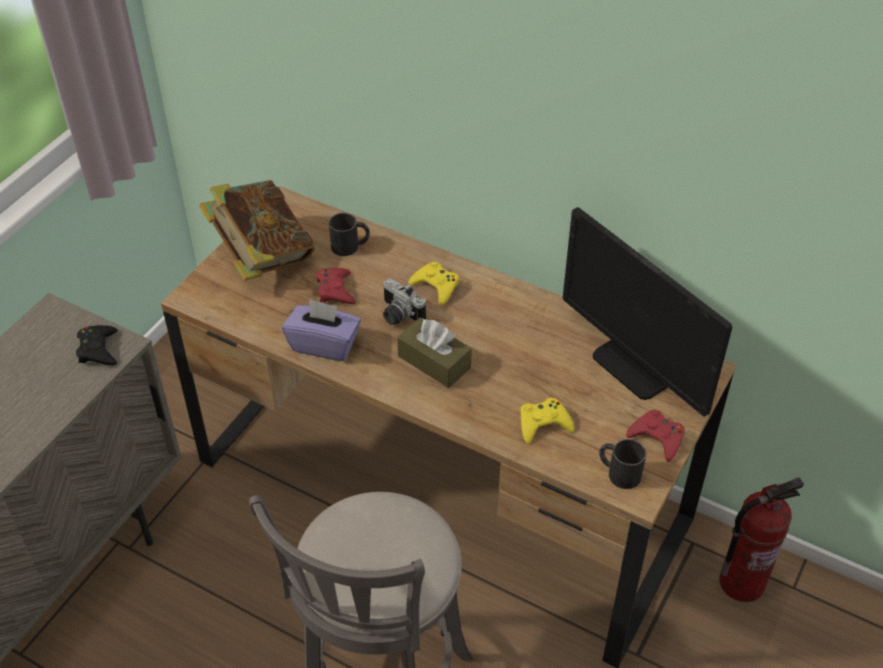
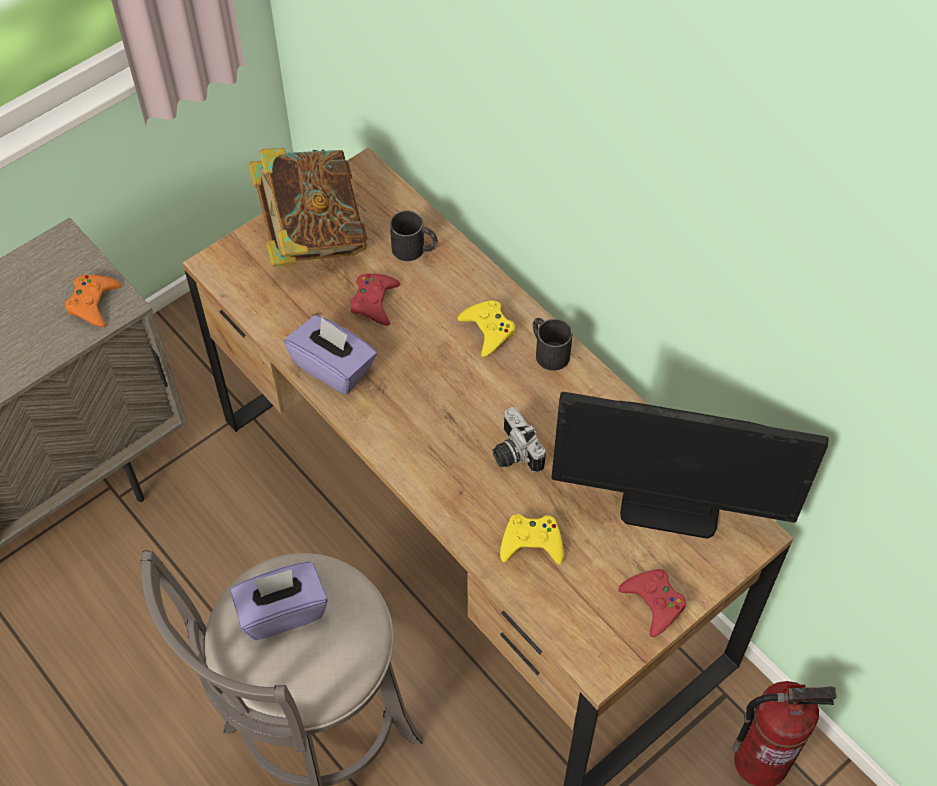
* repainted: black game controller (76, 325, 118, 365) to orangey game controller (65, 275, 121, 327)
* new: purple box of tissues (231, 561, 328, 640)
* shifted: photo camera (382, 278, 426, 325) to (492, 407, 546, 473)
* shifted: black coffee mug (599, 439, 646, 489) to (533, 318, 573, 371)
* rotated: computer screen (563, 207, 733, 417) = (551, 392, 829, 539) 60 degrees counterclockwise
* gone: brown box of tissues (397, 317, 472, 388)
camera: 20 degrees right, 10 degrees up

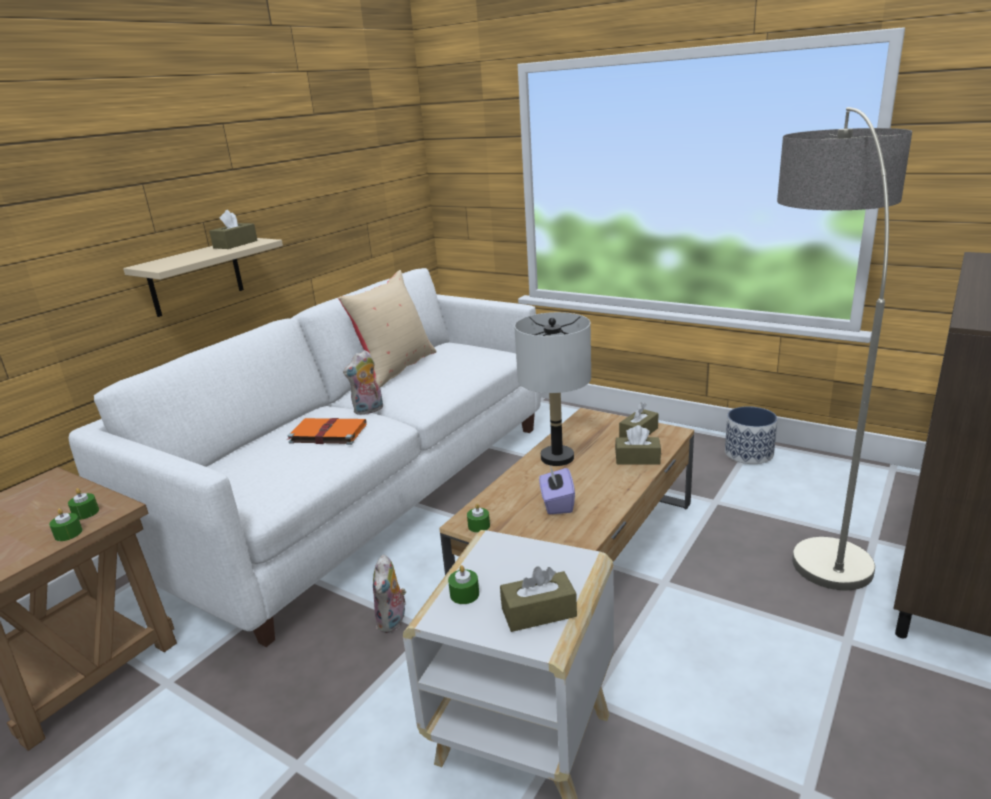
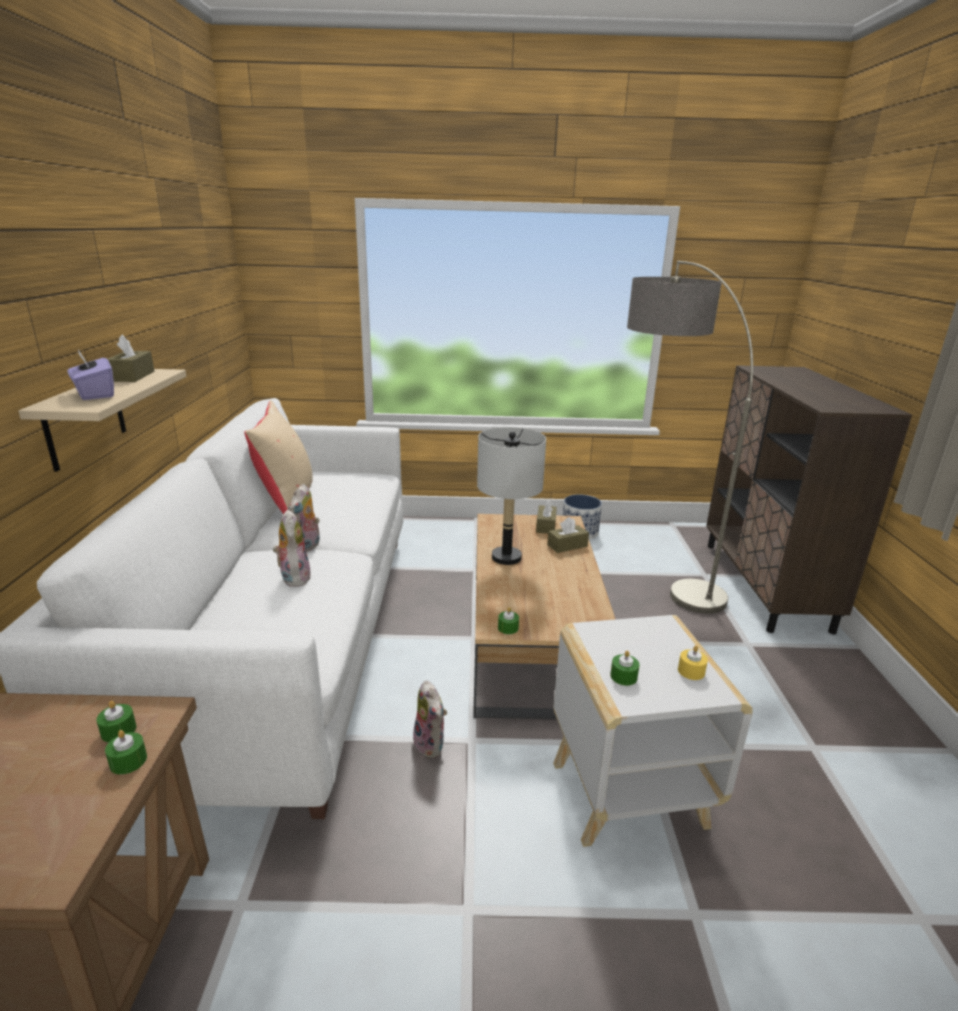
* shifted: purple box of tissues (539, 466, 575, 514) to (67, 349, 114, 400)
* swapped: orangey volume (286, 418, 367, 445) to soft toy (273, 509, 311, 587)
* swapped: brown box of tissues (500, 566, 577, 632) to yellow wax light (678, 645, 708, 680)
camera: 35 degrees left, 0 degrees up

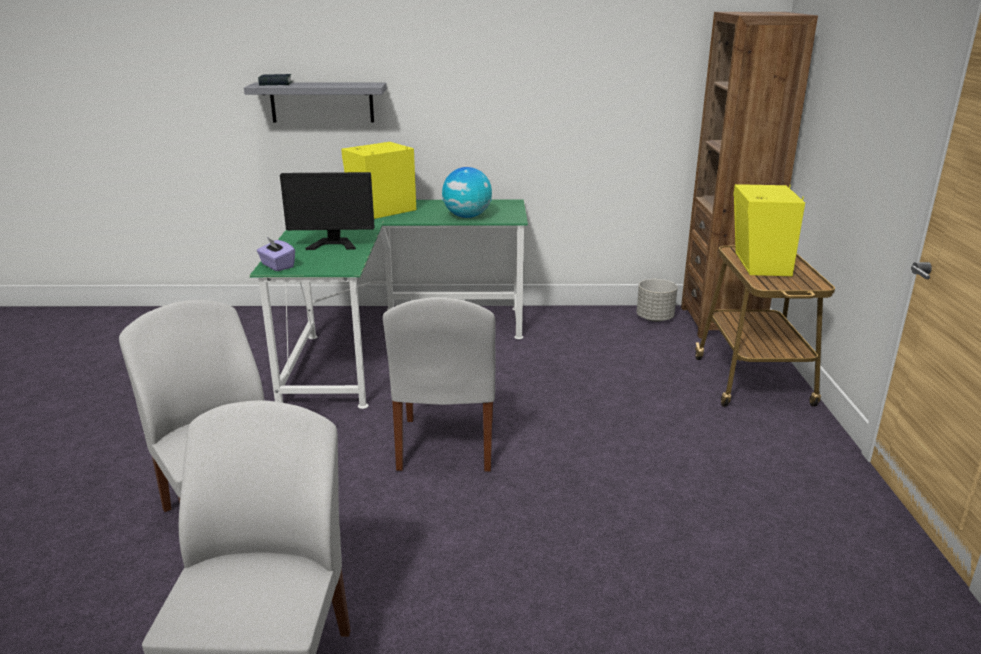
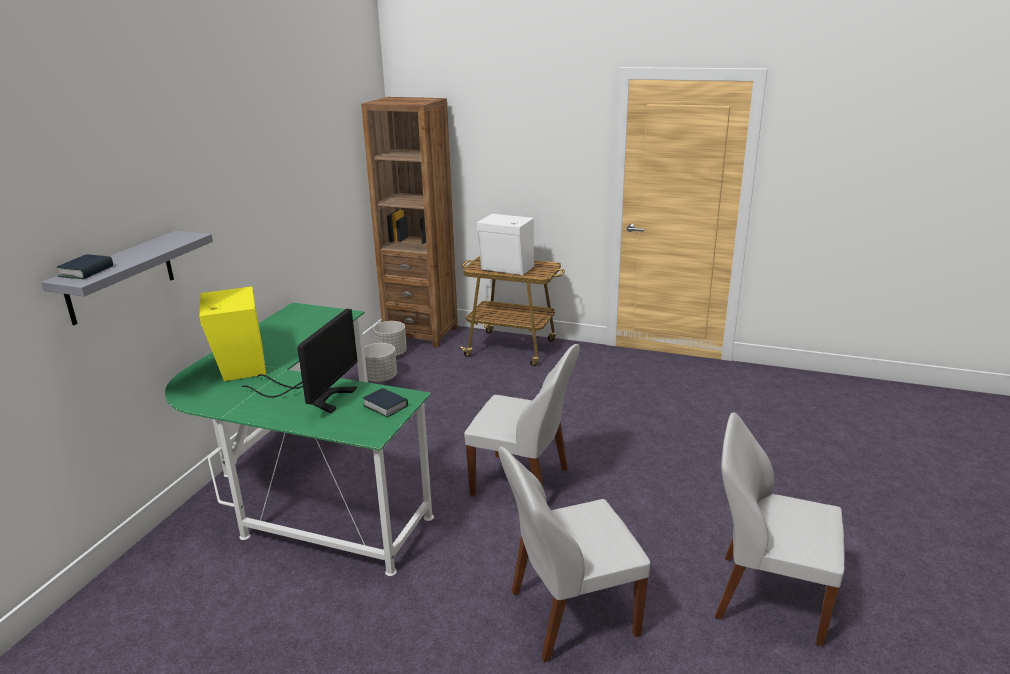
* new: volume (363, 388, 408, 417)
* new: greyish plant pot (364, 343, 397, 382)
* repainted: yellow speaker (733, 184, 805, 276) to whitish speaker (477, 212, 534, 275)
* gone: purple box of tissues (257, 237, 295, 271)
* gone: desk globe (442, 167, 492, 218)
camera: 70 degrees left, 0 degrees up

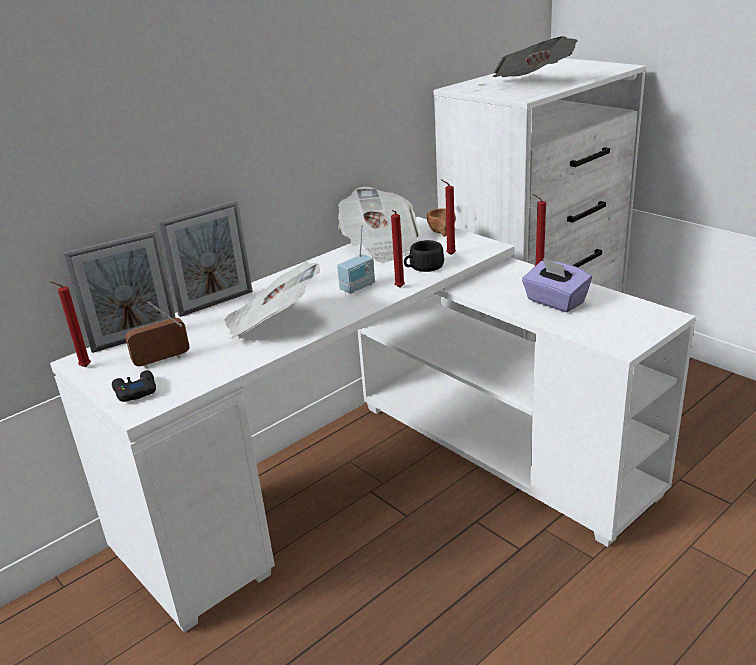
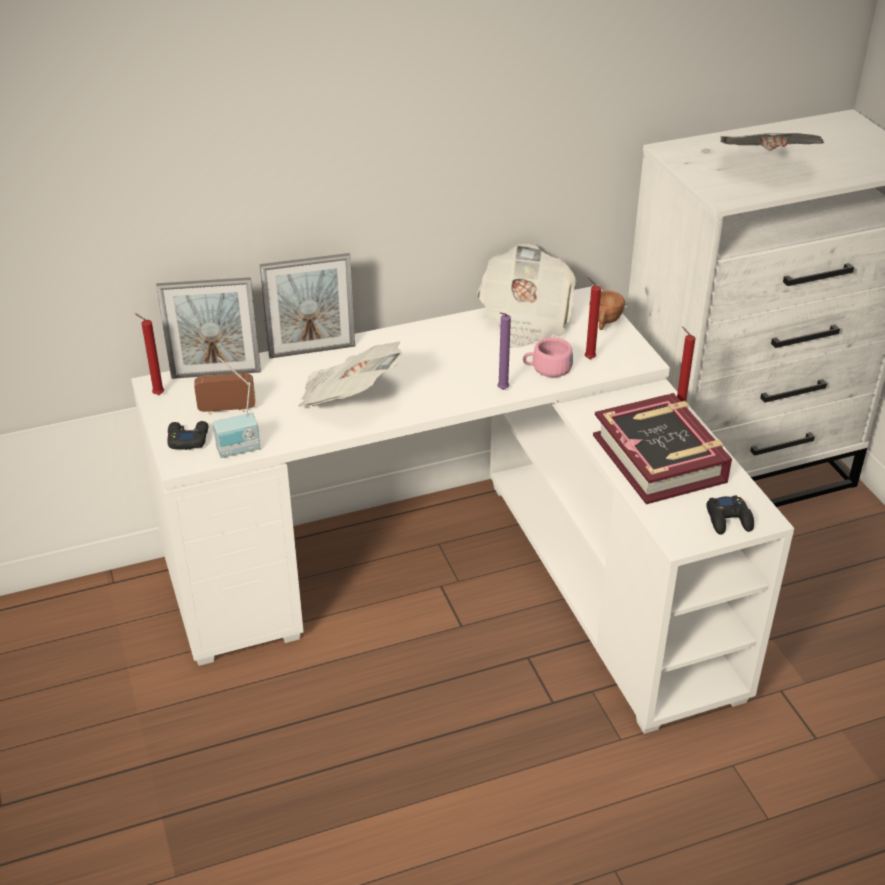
* shifted: radio (337, 225, 375, 294) to (213, 383, 260, 458)
* repainted: red-coloured wax light (391, 210, 405, 288) to purple wax light (497, 312, 511, 390)
* repainted: black cup (404, 240, 444, 272) to pink-coloured cup (523, 337, 573, 377)
* swapped: purple box of tissues (522, 258, 592, 312) to volume (593, 393, 732, 505)
* new: black game controller (707, 495, 754, 535)
camera: 20 degrees right, 10 degrees up

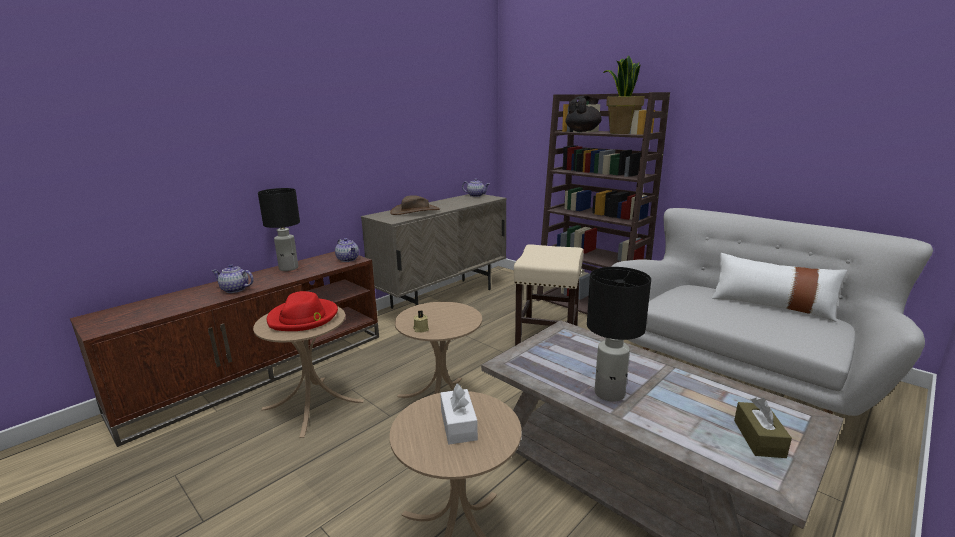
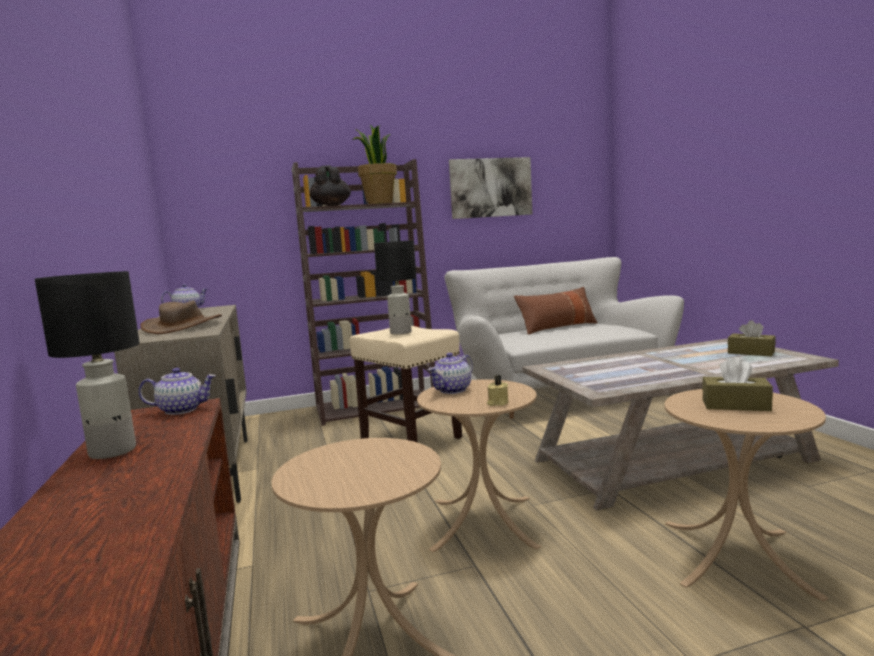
* shifted: black table lamp (587, 267, 651, 402) to (374, 240, 416, 335)
* shifted: tea pot (211, 264, 254, 293) to (428, 353, 473, 394)
* new: picture (449, 157, 532, 219)
* repainted: whitish throw pillow (712, 253, 847, 322) to brown throw pillow (514, 287, 598, 335)
* repainted: whitish box of tissues (440, 384, 478, 444) to brown box of tissues (702, 357, 773, 411)
* gone: red-coloured wearable hat (267, 291, 338, 331)
camera: 60 degrees left, 10 degrees down

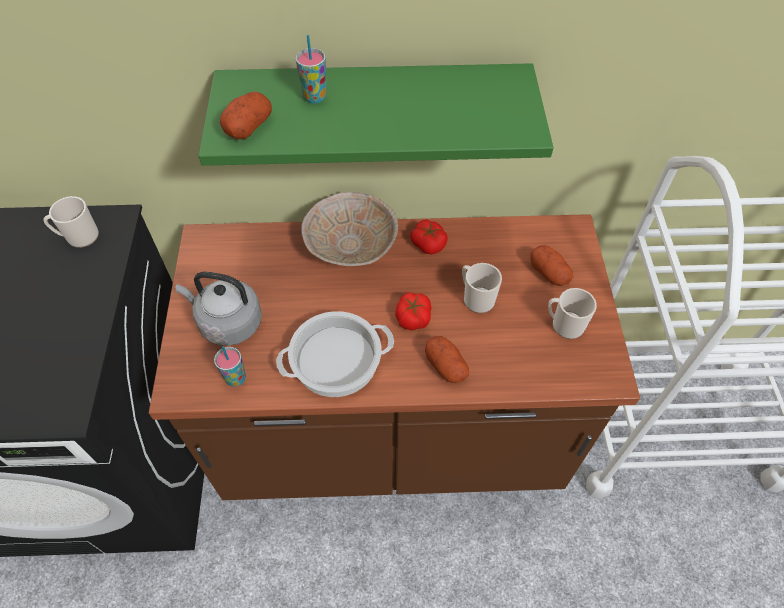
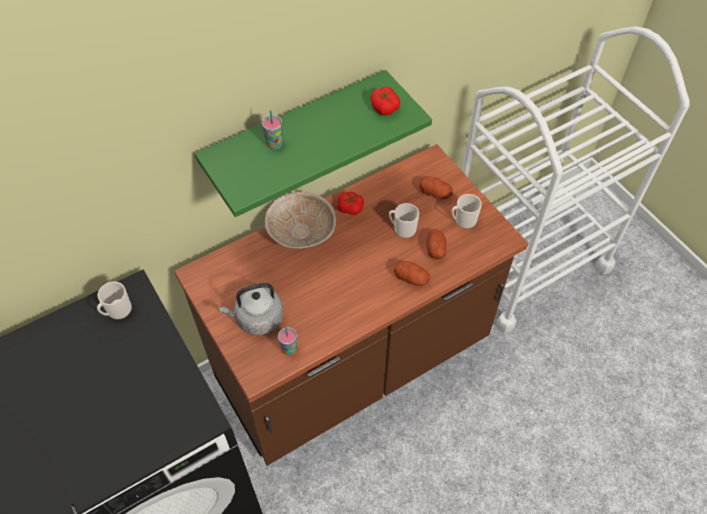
* shifted: fresh tomato (395, 292, 432, 330) to (370, 87, 400, 115)
* shifted: potato (220, 92, 272, 140) to (426, 229, 446, 259)
* gone: cooking pot (276, 311, 394, 397)
camera: 30 degrees left, 0 degrees up

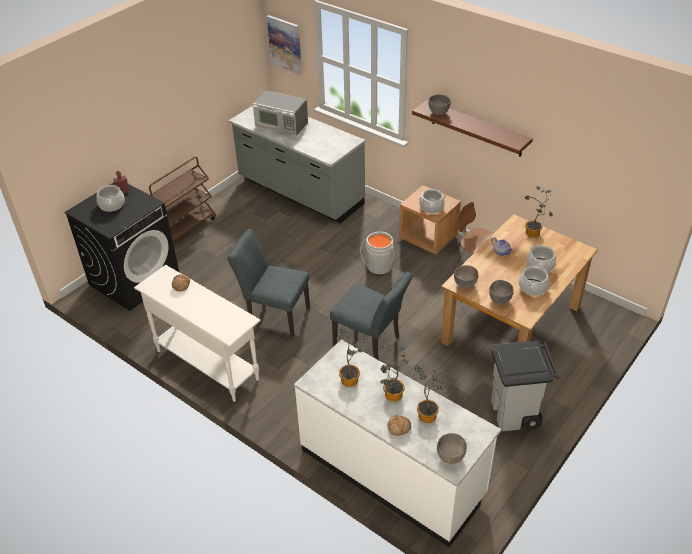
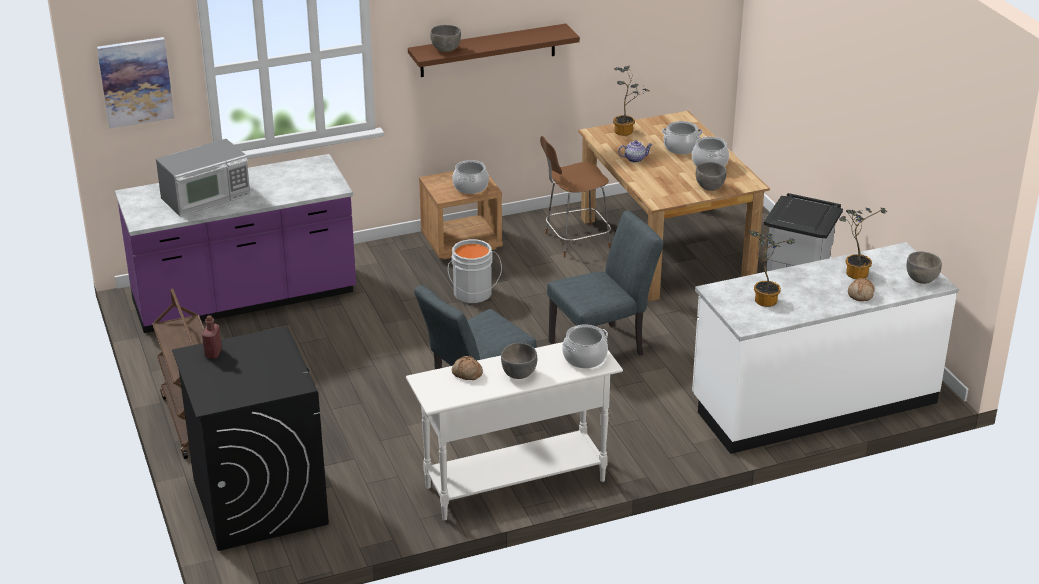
* repainted: greyish counter (229, 106, 365, 223) to purple counter (115, 154, 356, 333)
* shifted: greyish bowl (454, 265, 478, 288) to (501, 343, 537, 379)
* shifted: cooking pot (96, 185, 125, 212) to (562, 324, 608, 368)
* gone: houseplant (380, 344, 409, 402)
camera: 60 degrees left, 10 degrees down

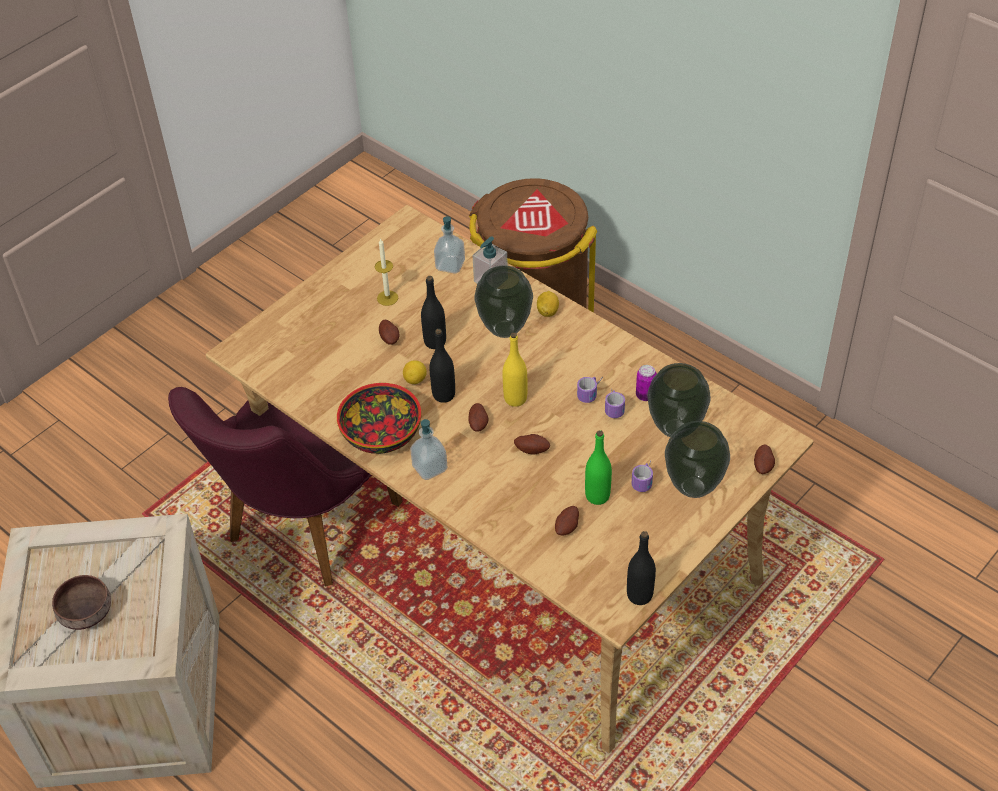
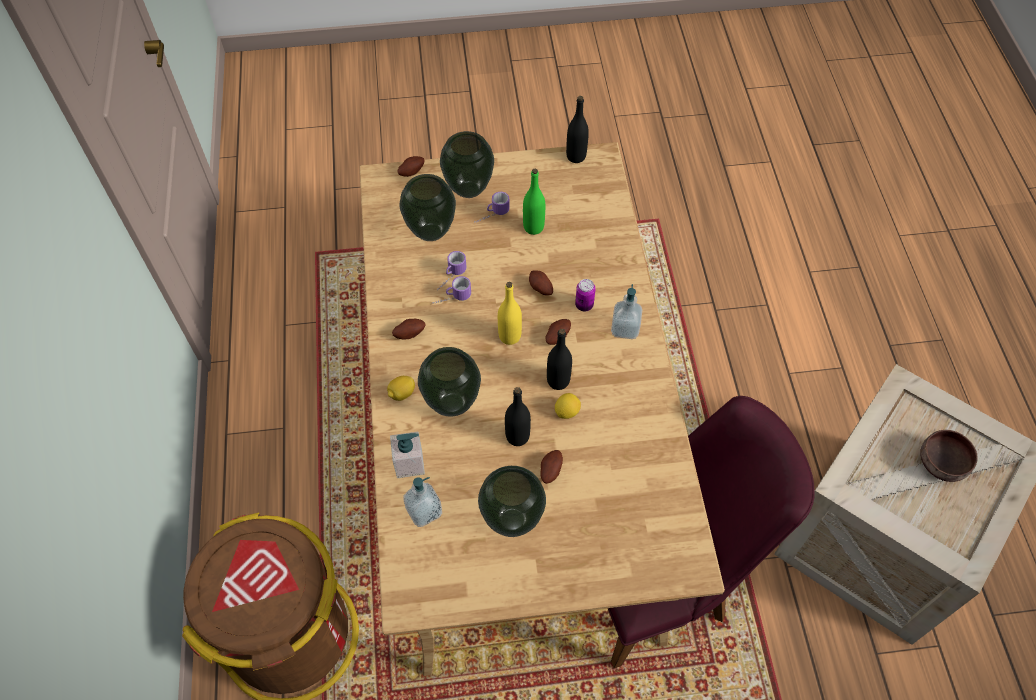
* shifted: potato (555, 506, 579, 536) to (392, 319, 425, 340)
* swapped: wax light (375, 238, 398, 306) to decorative vase (478, 466, 546, 537)
* shifted: can (636, 365, 657, 401) to (575, 279, 596, 312)
* gone: bowl (337, 383, 422, 454)
camera: 140 degrees left, 10 degrees up

